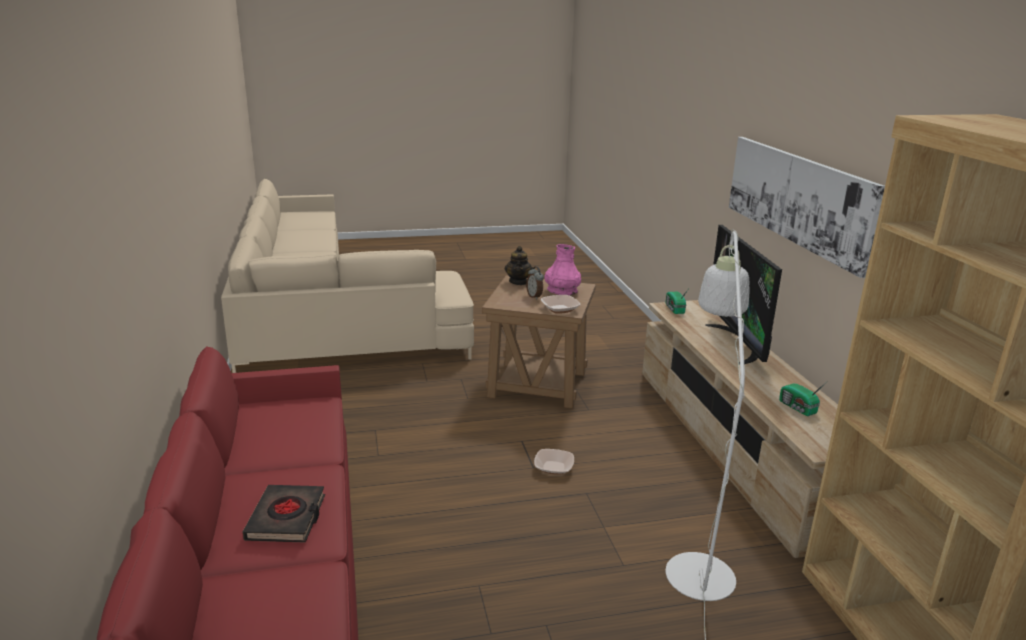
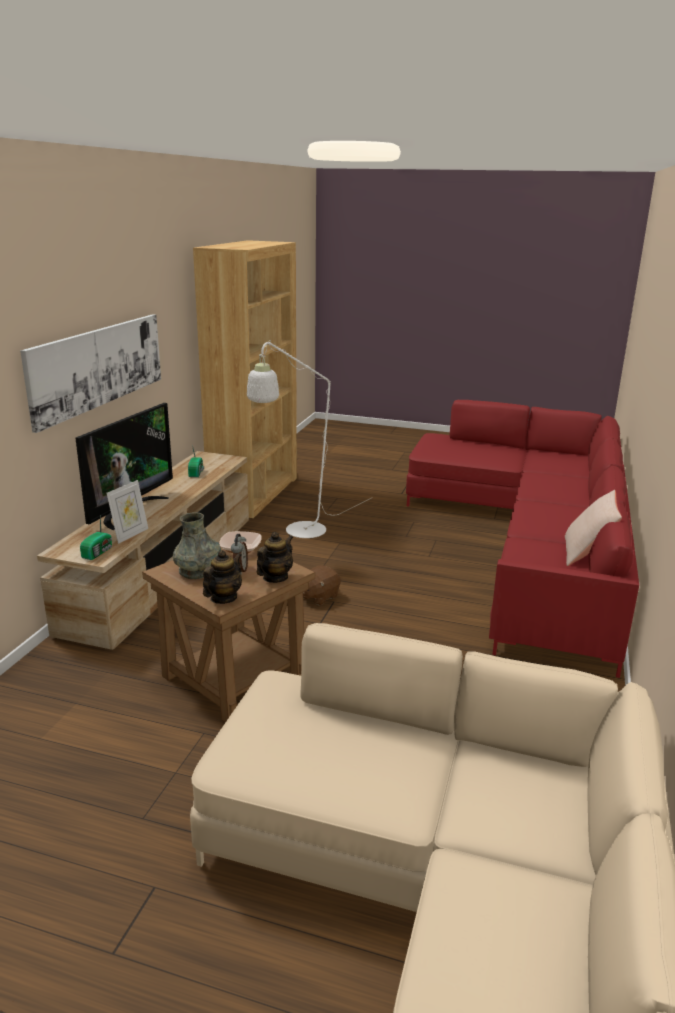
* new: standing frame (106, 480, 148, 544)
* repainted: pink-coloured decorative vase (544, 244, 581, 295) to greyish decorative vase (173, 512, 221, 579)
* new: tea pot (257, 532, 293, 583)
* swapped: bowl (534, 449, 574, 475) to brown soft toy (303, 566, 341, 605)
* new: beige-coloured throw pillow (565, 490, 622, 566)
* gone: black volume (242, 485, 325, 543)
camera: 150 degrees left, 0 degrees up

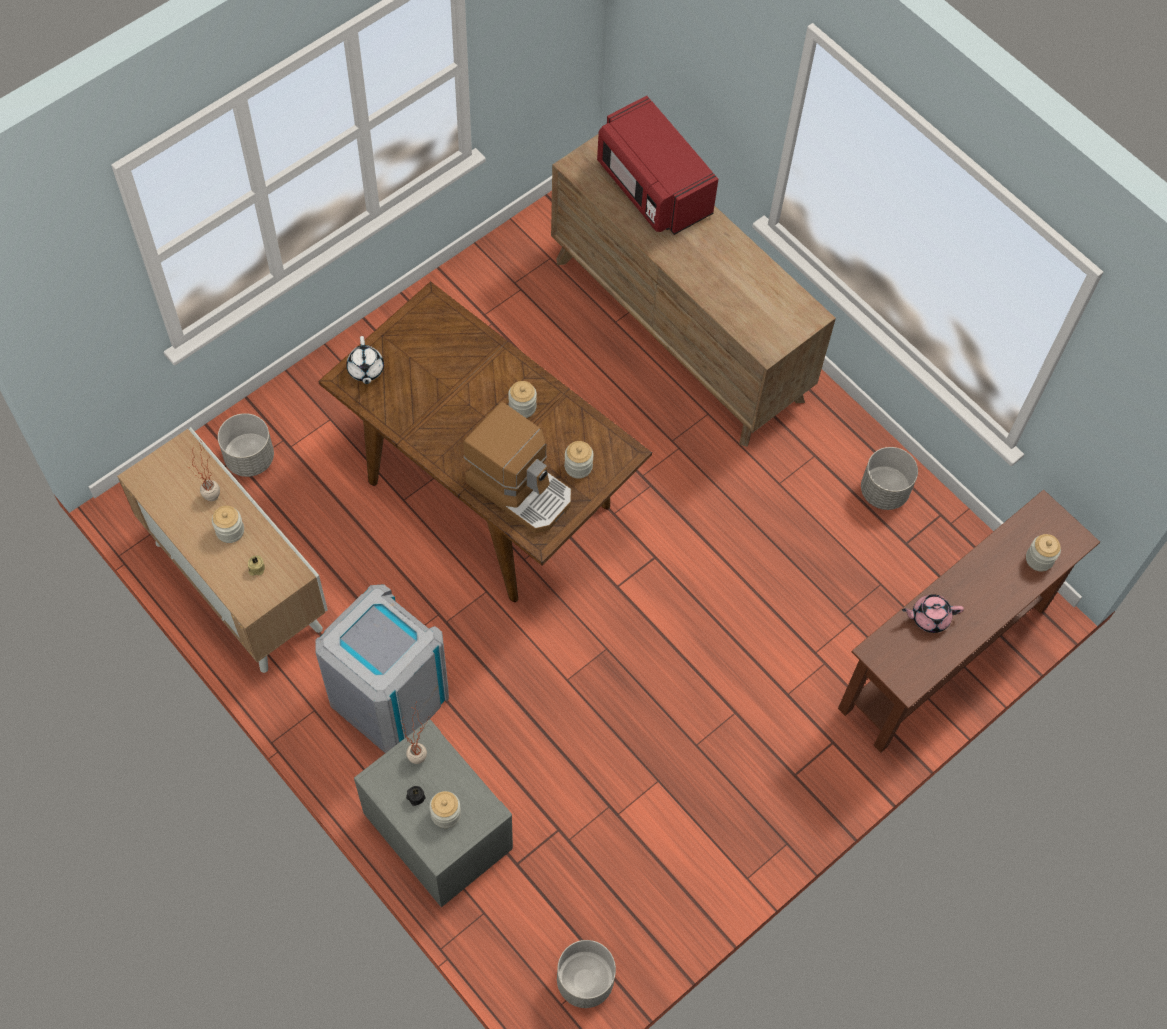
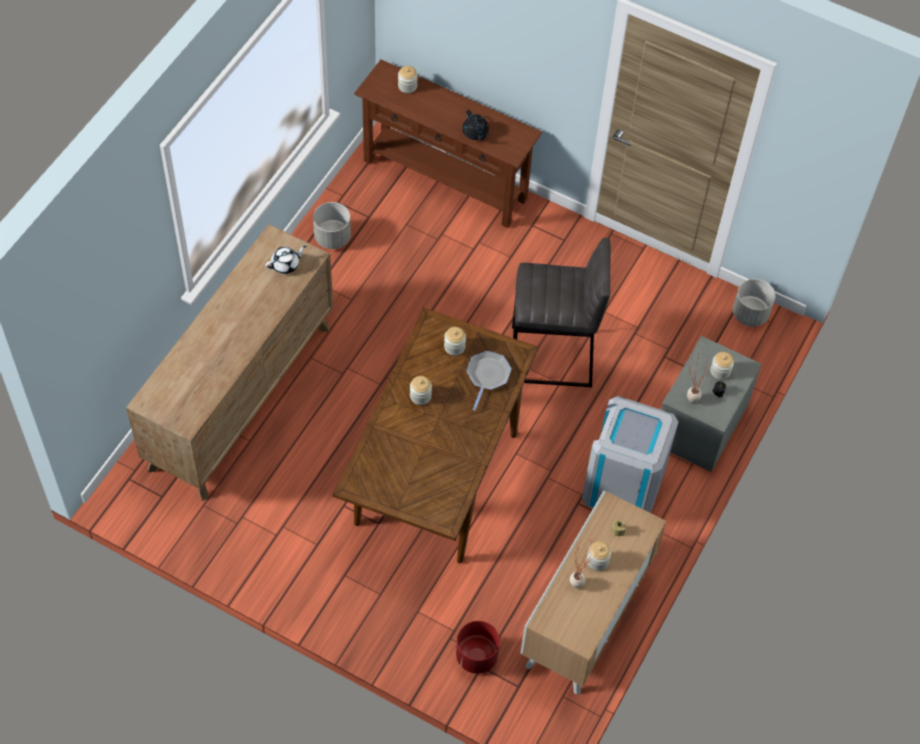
* shifted: whitish tea pot (346, 336, 384, 384) to (265, 246, 306, 274)
* repainted: greyish plant pot (218, 413, 274, 477) to red-coloured plant pot (456, 621, 500, 674)
* repainted: pink-coloured tea pot (902, 594, 964, 633) to black tea pot (462, 110, 489, 140)
* swapped: coffee maker (463, 402, 571, 533) to pan (467, 351, 512, 411)
* new: greyish stool (512, 238, 611, 387)
* gone: red-coloured microwave oven (597, 96, 718, 235)
camera: 110 degrees left, 5 degrees down

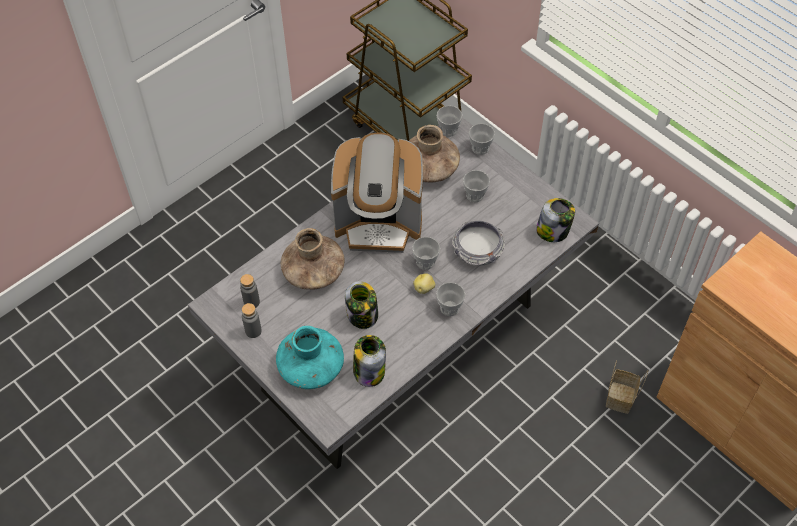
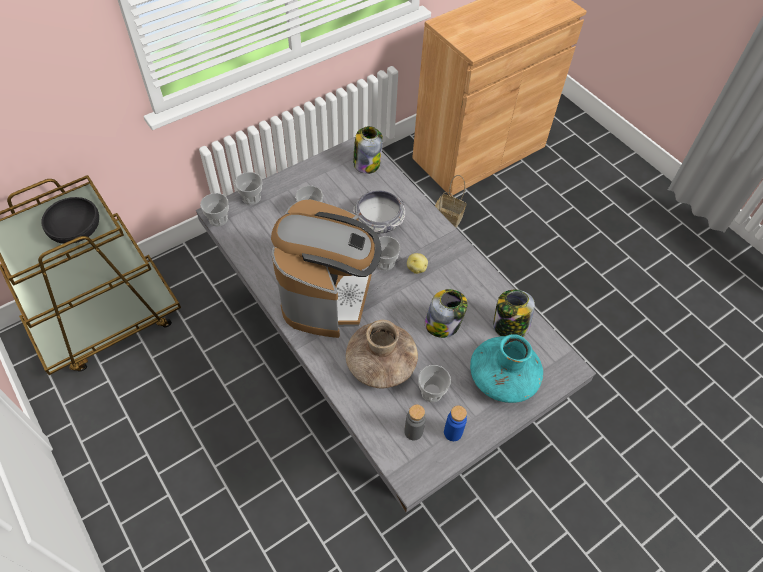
* new: black bowl (41, 197, 99, 244)
* shifted: cup (436, 282, 465, 316) to (418, 365, 451, 402)
* repainted: greyish drink bottle (242, 303, 262, 338) to bluish drink bottle (444, 405, 467, 441)
* gone: brown decorative vase (409, 125, 460, 182)
camera: 85 degrees left, 0 degrees up

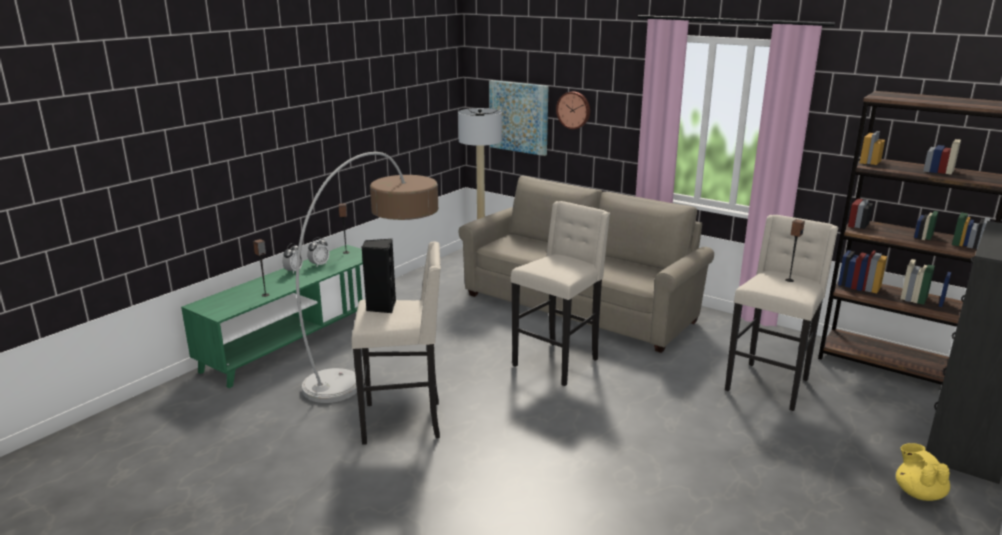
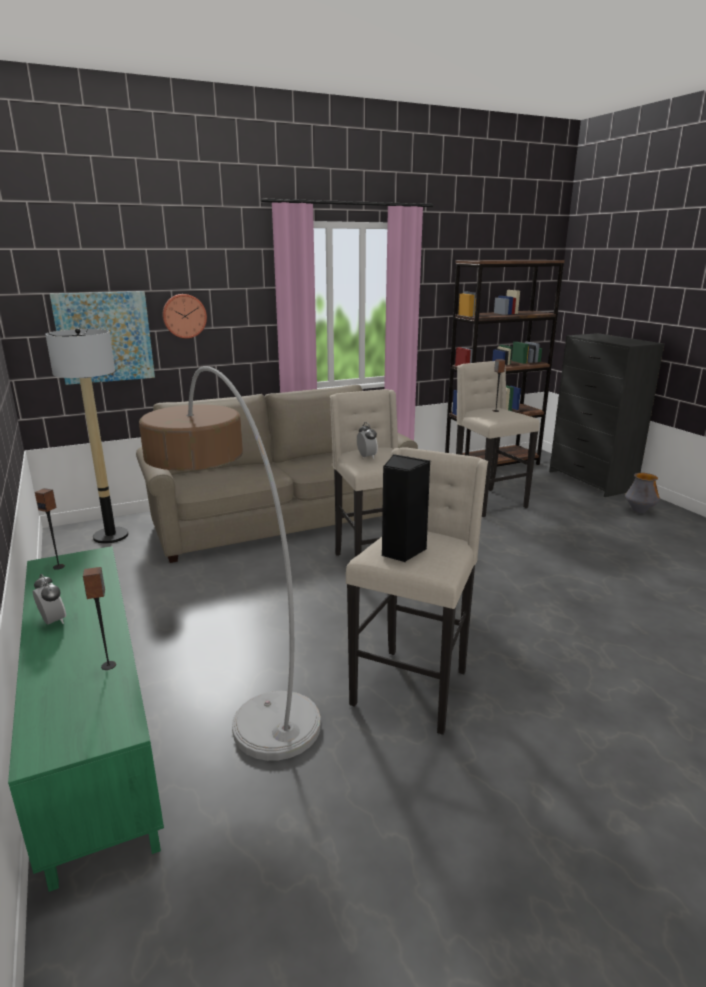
* shifted: alarm clock (307, 237, 329, 266) to (357, 422, 378, 459)
* swapped: yellow tea pot (896, 443, 950, 501) to decorative vase (625, 473, 660, 513)
camera: 60 degrees left, 0 degrees up

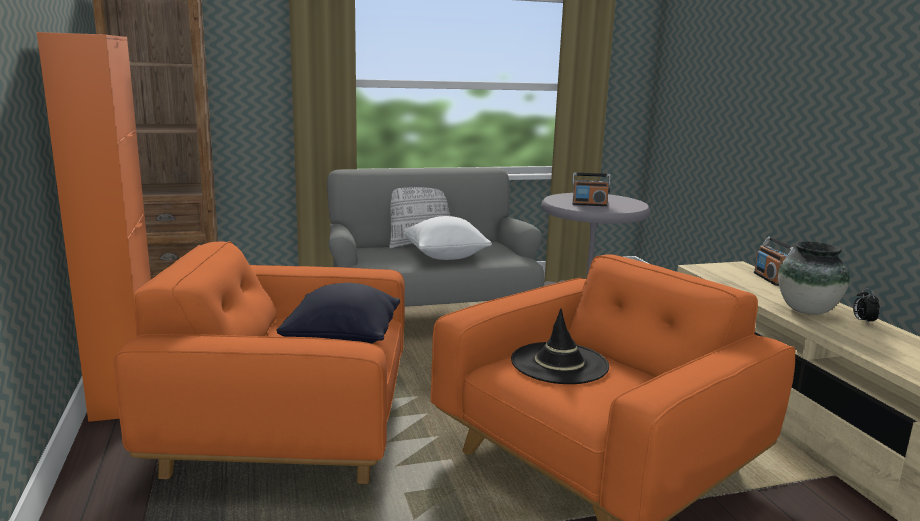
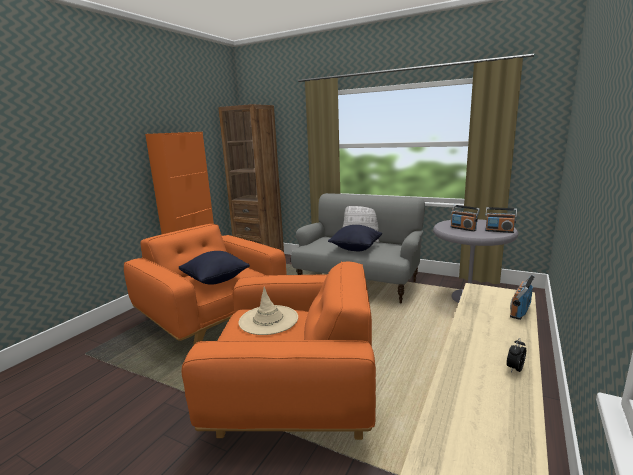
* repainted: black wearable hat (511, 309, 609, 384) to beige-coloured wearable hat (239, 287, 298, 335)
* repainted: whitish throw pillow (403, 216, 492, 260) to black throw pillow (328, 225, 382, 251)
* new: radio (485, 207, 517, 233)
* gone: decorative vase (778, 241, 850, 315)
camera: 45 degrees right, 0 degrees up

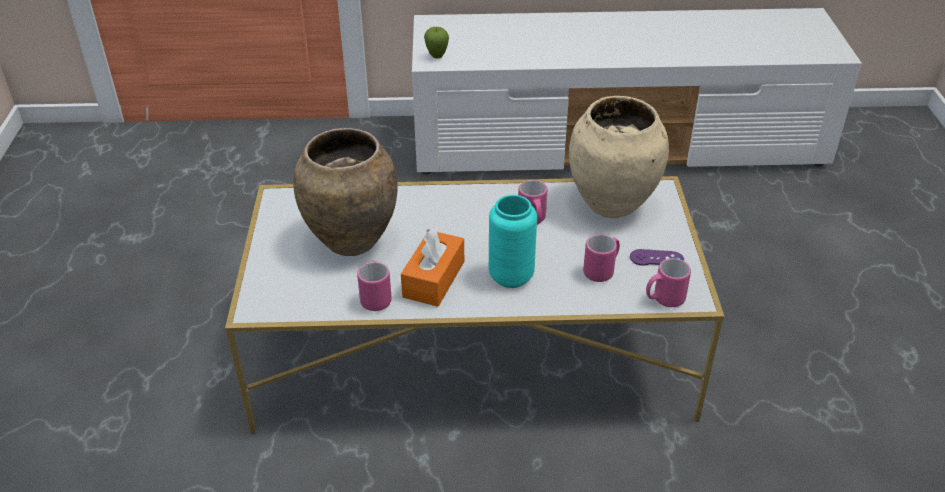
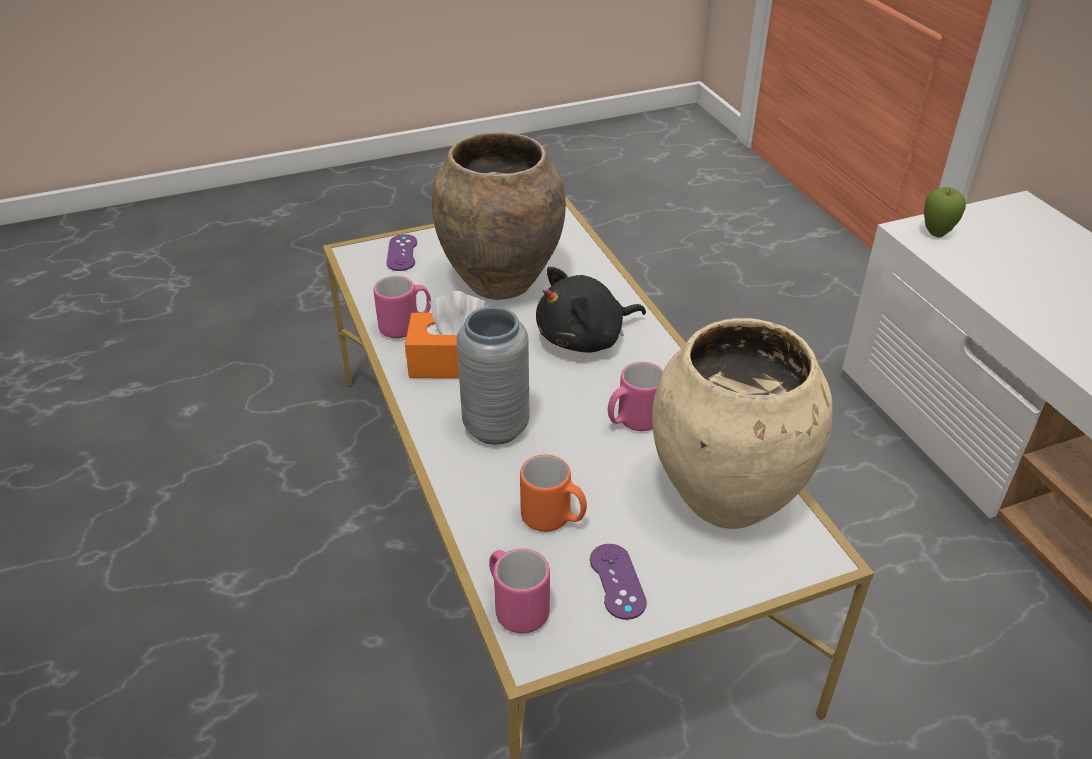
* new: purple game controller (386, 234, 417, 271)
* repainted: turquoise decorative vase (489, 195, 537, 288) to greyish decorative vase (456, 307, 530, 445)
* repainted: pink-coloured coffee mug (583, 234, 620, 282) to orangey coffee mug (520, 455, 587, 532)
* new: black soft toy (536, 267, 646, 353)
camera: 70 degrees right, 0 degrees up

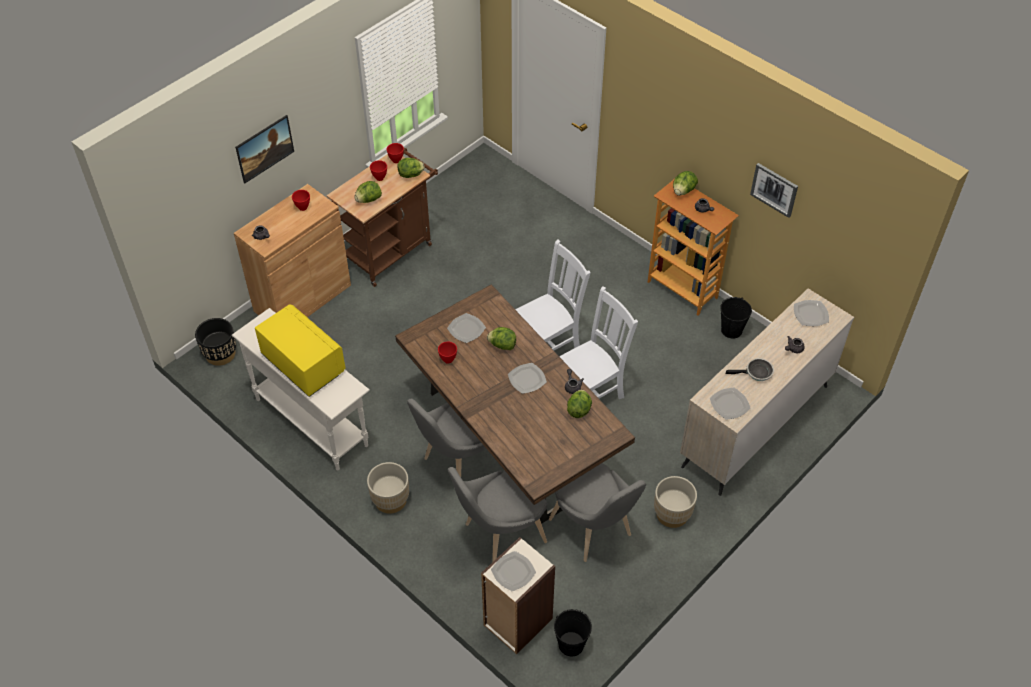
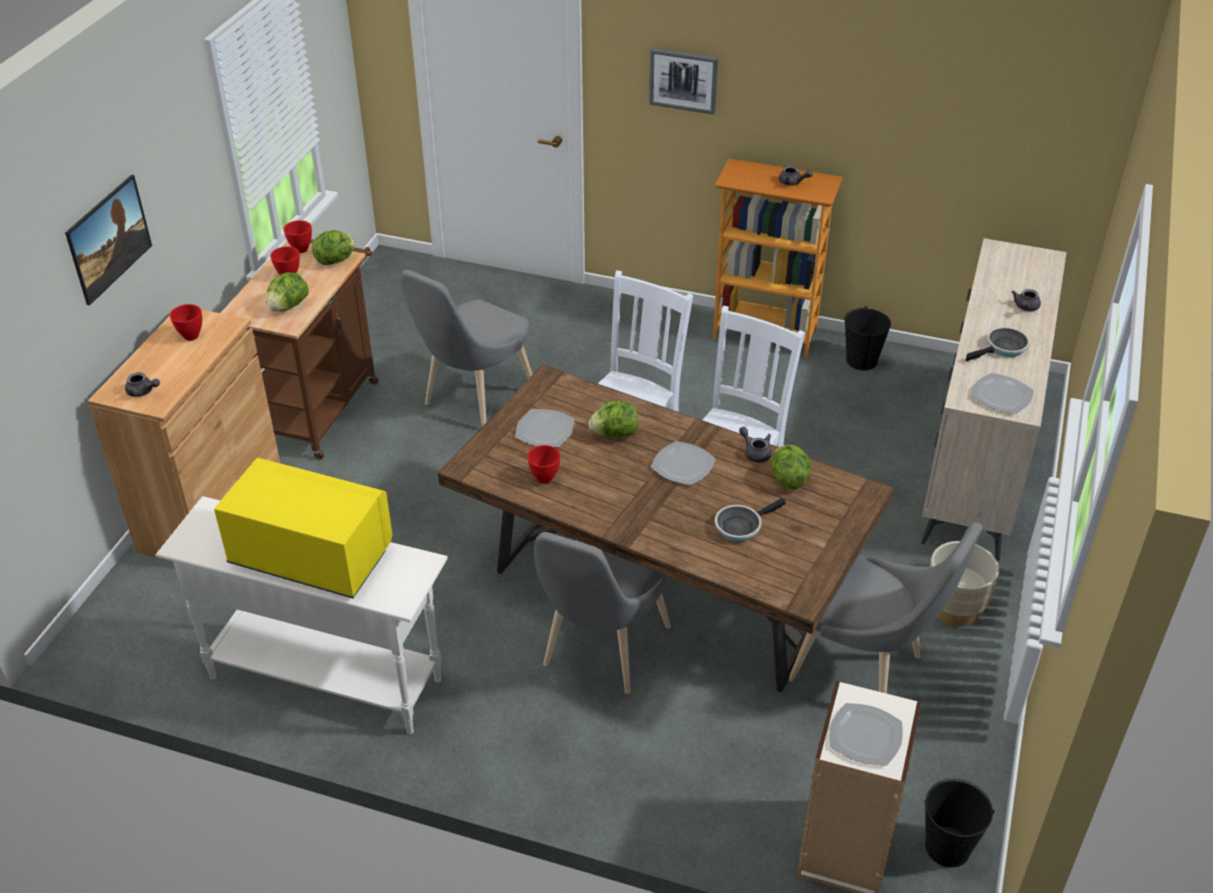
* shifted: greyish upright chair (448, 467, 547, 562) to (400, 270, 532, 427)
* shifted: picture (750, 163, 798, 218) to (649, 48, 718, 114)
* new: pan (715, 498, 786, 542)
* gone: black plant pot (195, 318, 236, 366)
* gone: beige-coloured plant pot (367, 462, 409, 514)
* gone: head of lettuce (673, 171, 698, 196)
* gone: plate (794, 300, 829, 326)
camera: 25 degrees left, 10 degrees down

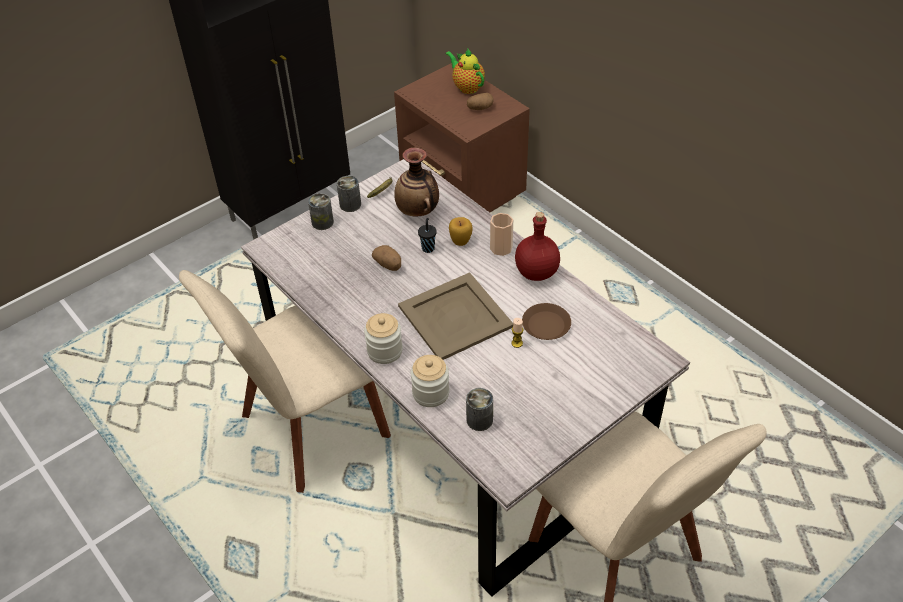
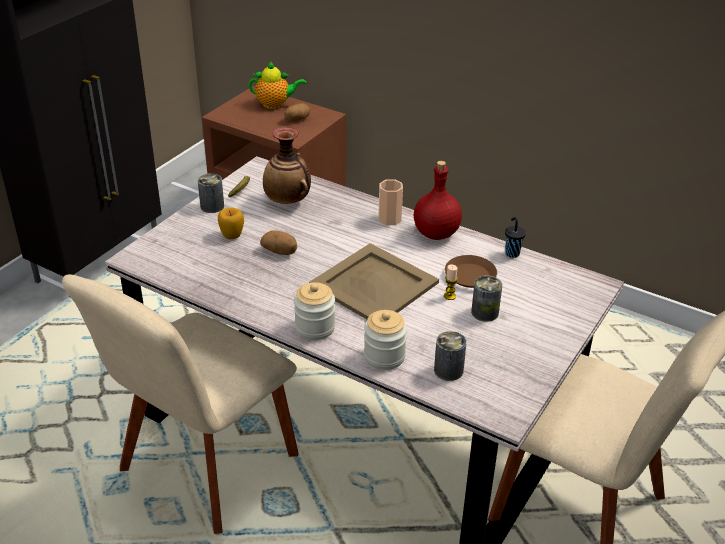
* shifted: whole apple (449, 217, 473, 246) to (218, 208, 244, 239)
* rotated: tea pot (445, 49, 485, 94) = (249, 61, 306, 109) 150 degrees clockwise
* shifted: can (308, 193, 334, 230) to (471, 276, 502, 322)
* shifted: black cup (418, 218, 437, 253) to (505, 217, 526, 258)
camera: 20 degrees left, 10 degrees down

